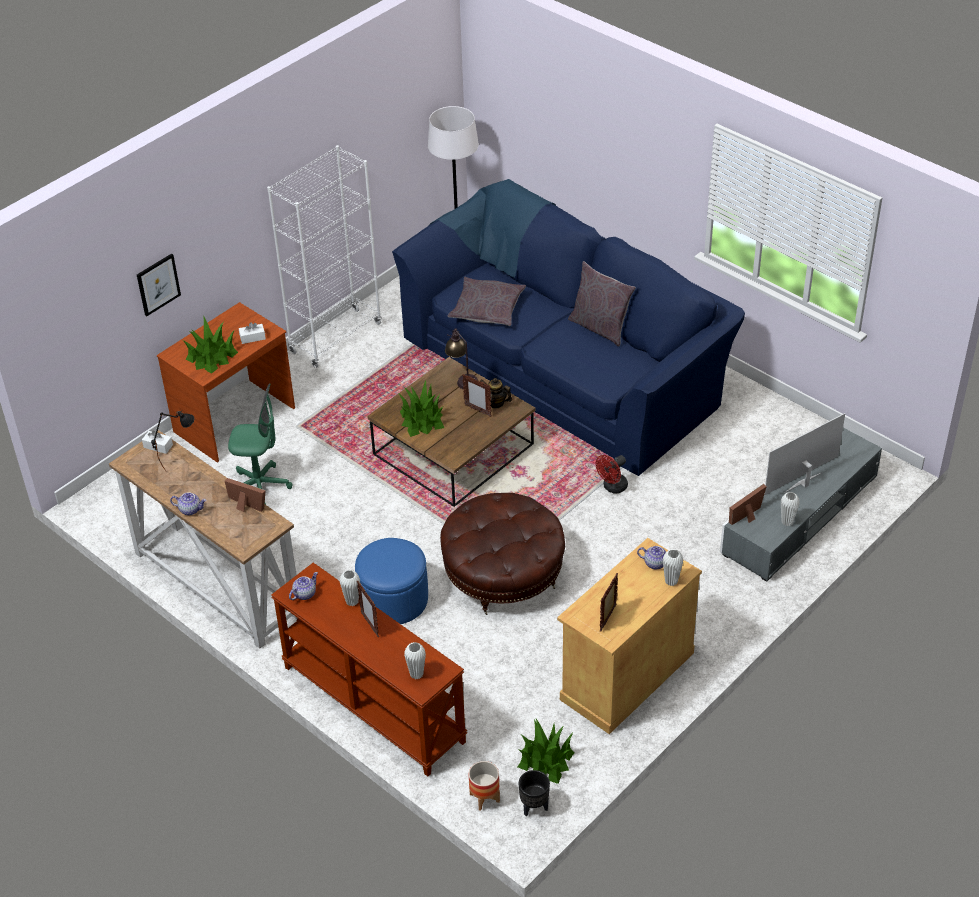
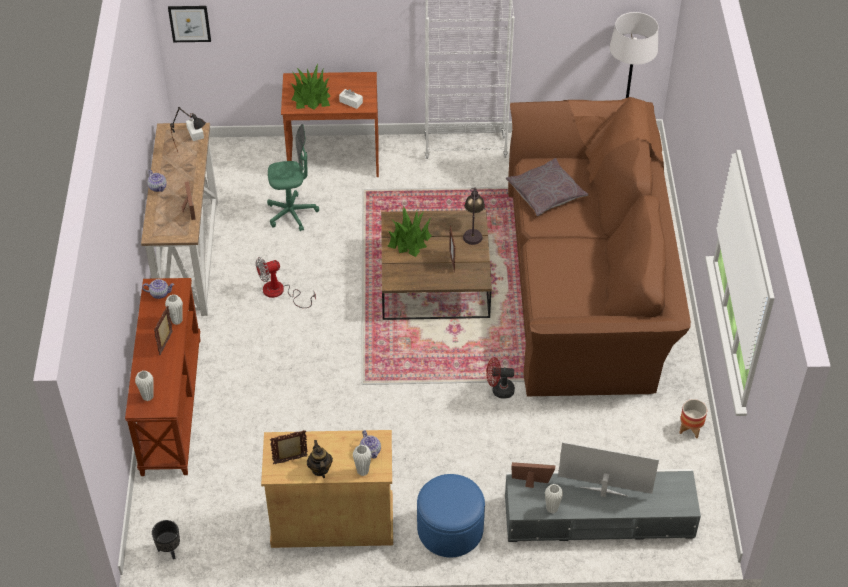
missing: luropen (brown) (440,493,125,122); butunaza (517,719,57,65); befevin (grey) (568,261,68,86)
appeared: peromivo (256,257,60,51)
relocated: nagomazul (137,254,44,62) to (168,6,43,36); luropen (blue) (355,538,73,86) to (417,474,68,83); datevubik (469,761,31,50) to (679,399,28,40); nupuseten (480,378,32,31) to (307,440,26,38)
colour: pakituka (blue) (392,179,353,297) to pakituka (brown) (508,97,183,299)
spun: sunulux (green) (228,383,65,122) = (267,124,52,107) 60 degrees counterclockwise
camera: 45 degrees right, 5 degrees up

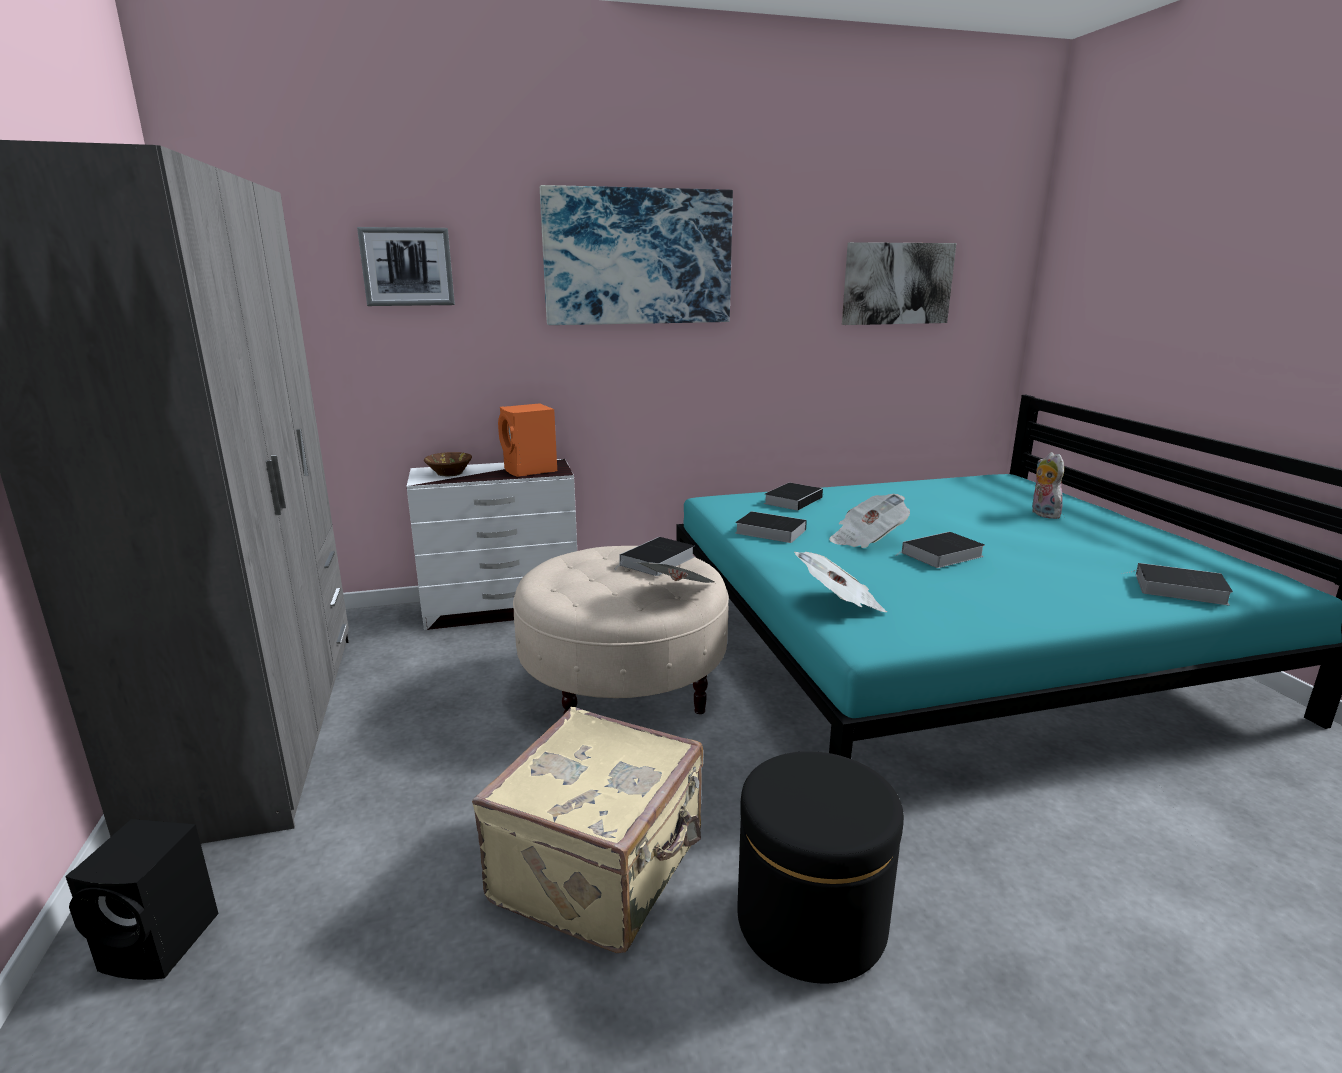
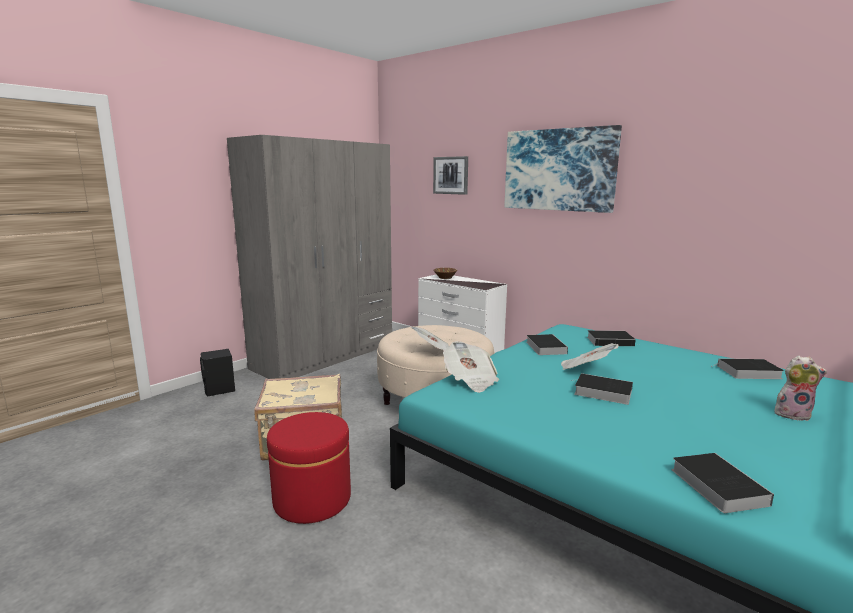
missing: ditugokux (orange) (498,403,59,74); nagomazul (842,242,114,83)
relocated: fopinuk (614,537,81,39) to (711,358,73,21)
colour: luropen (black) (737,751,167,232) to luropen (red) (267,412,84,112)
spun: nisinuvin (1031,452,33,67) = (774,355,53,66) 60 degrees clockwise
camera: 55 degrees right, 5 degrees down

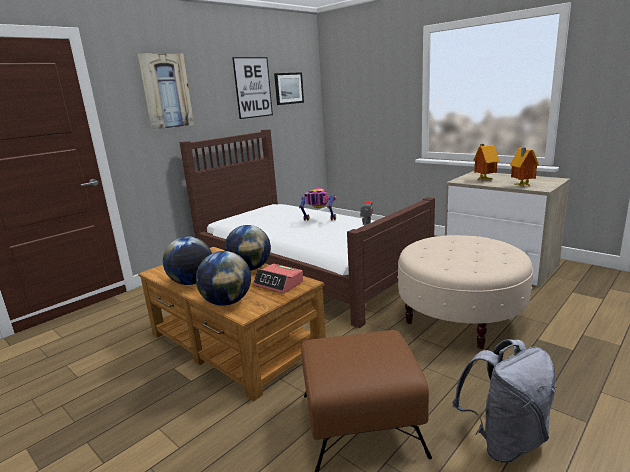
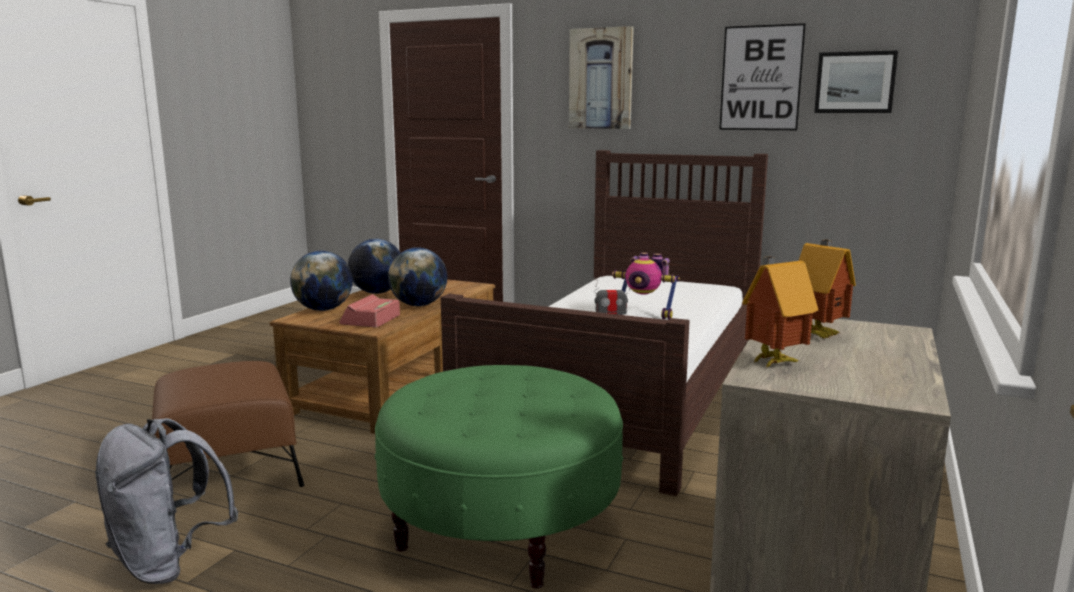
colour: luropen (beige) (397,235,136,114) to luropen (green) (375,365,248,224)
spun: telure (299,188,37,33) = (612,252,68,68) 120 degrees clockwise
camera: 70 degrees right, 5 degrees down

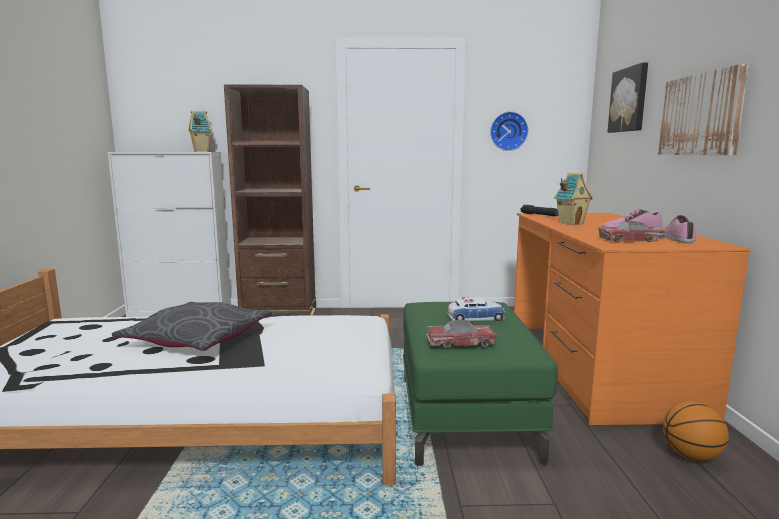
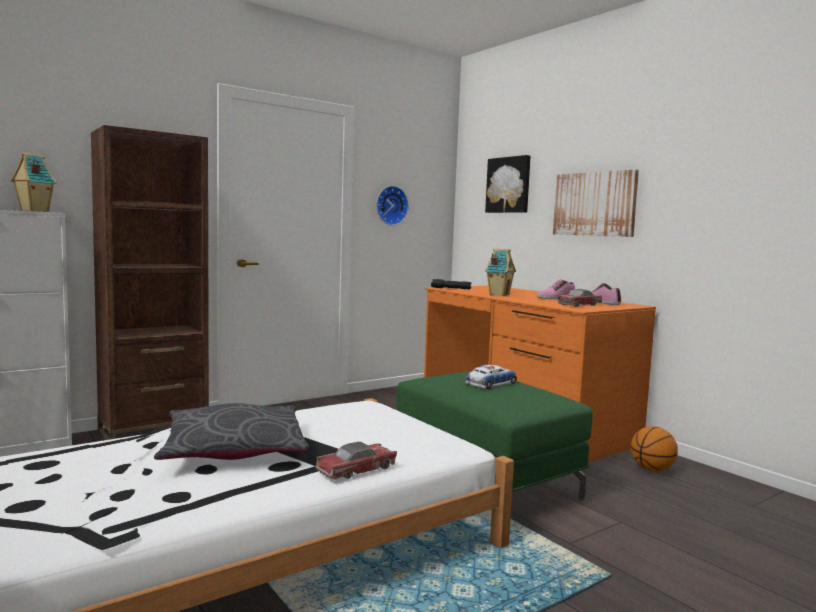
relocated: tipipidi (426,320,72,28) to (315,441,82,39)
camera: 35 degrees left, 5 degrees down

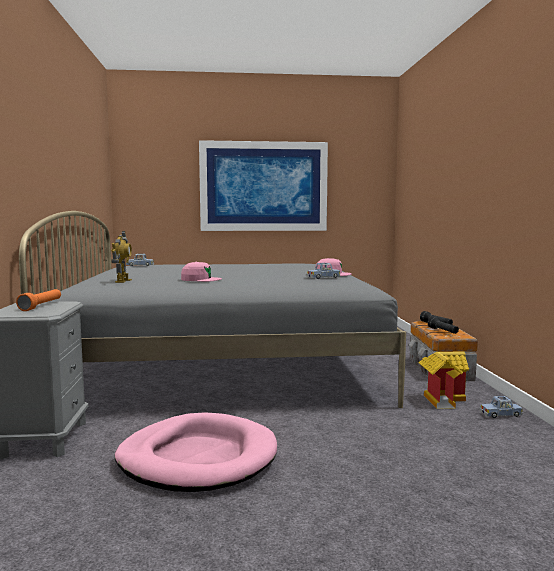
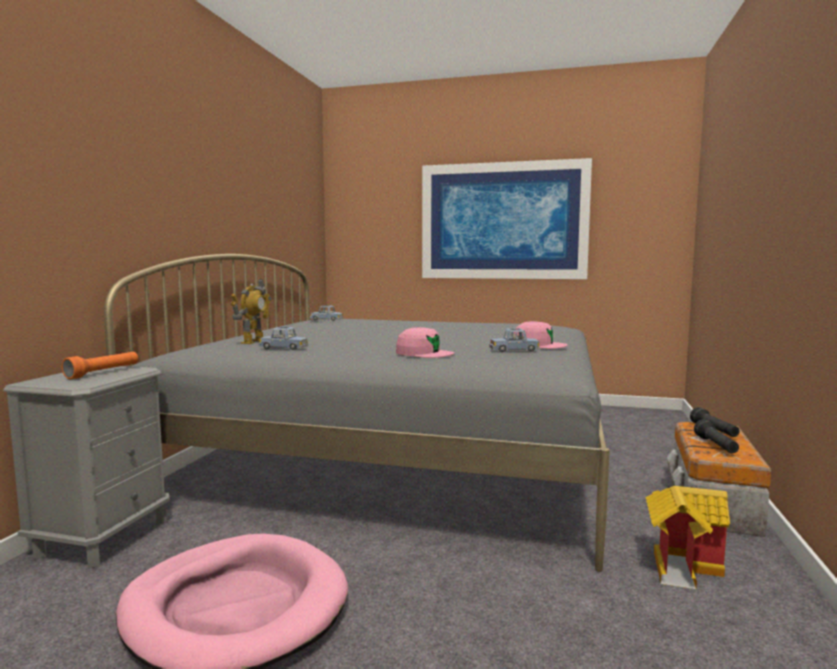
relocated: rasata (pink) (181,262,41,20) to (396,327,58,31); tipipidi (blue) (479,396,44,22) to (258,327,50,23)
camera: 20 degrees right, 0 degrees up

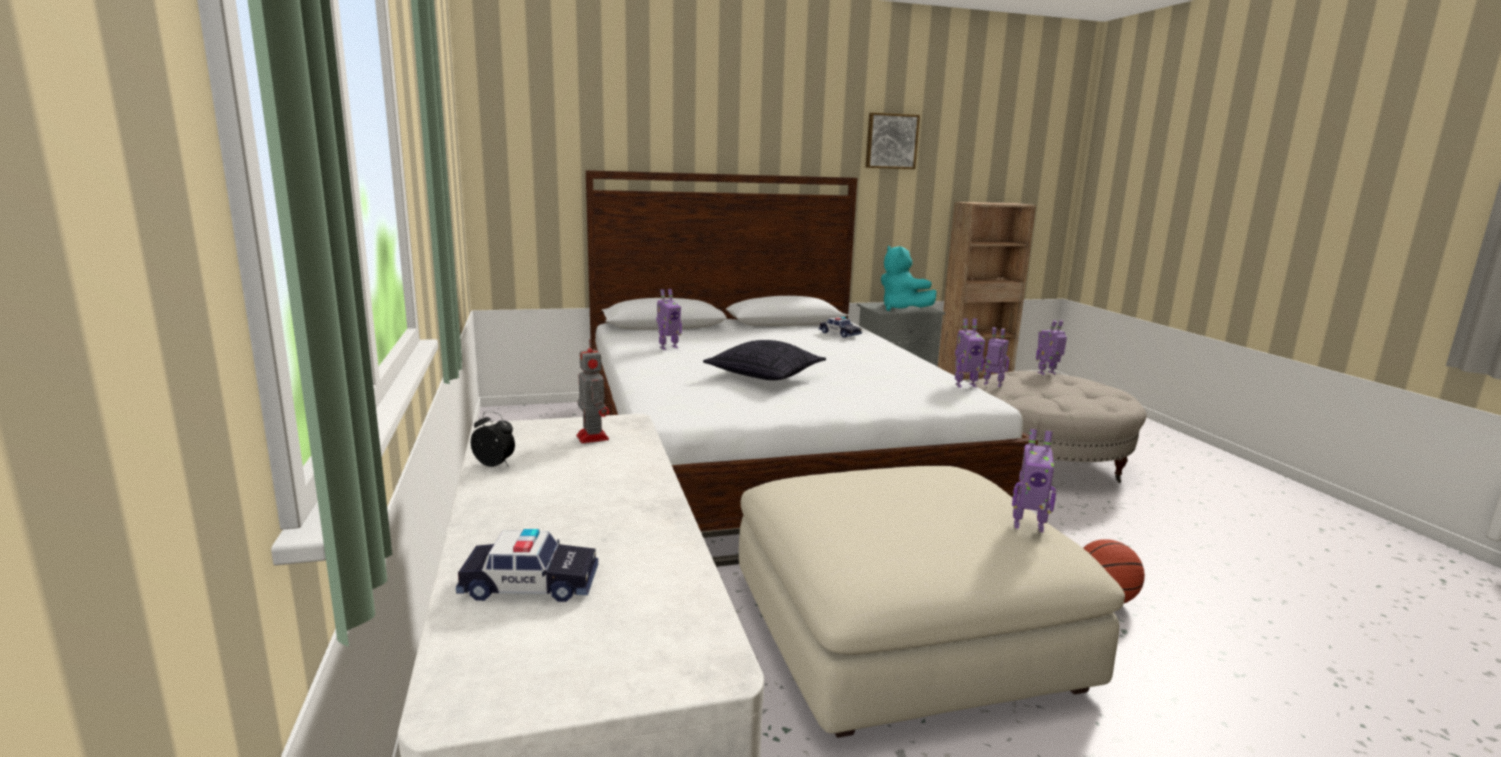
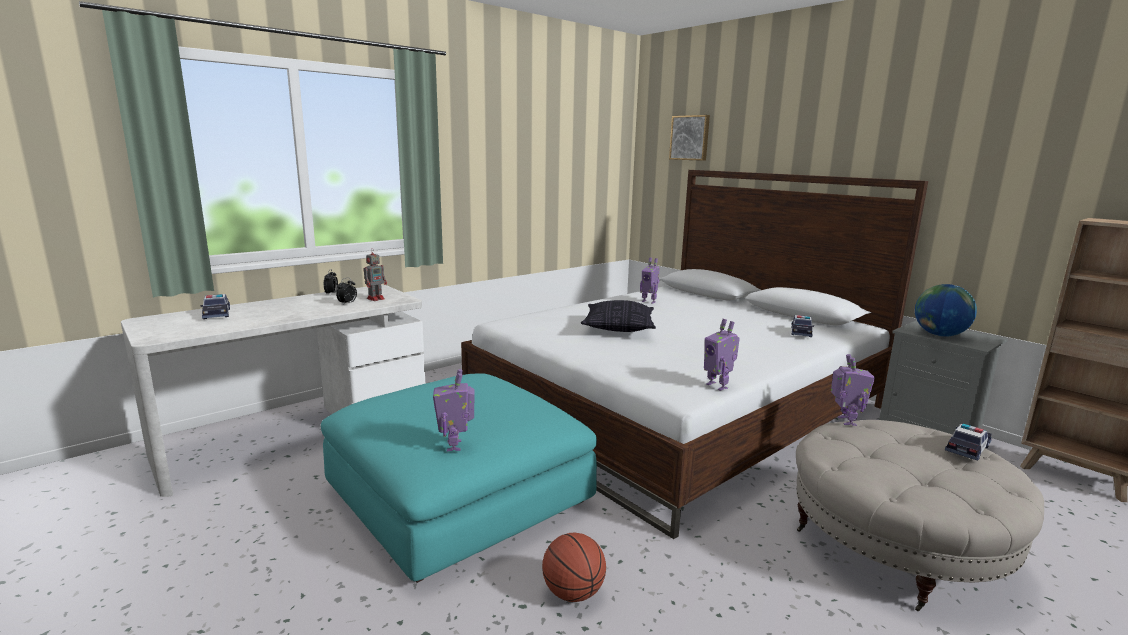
appeared: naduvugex (336,278,21,26)
relocated: nagomazul (866,113,54,56) to (669,115,41,46)
exchanged: nisinuvin (turquoise) (881,246,56,65) to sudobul (915,284,62,53); telure (1036,320,31,55) to tipipidi (945,424,47,37)
colour: luropen (beige) (739,466,386,272) to luropen (turquoise) (321,373,276,210)
camera: 65 degrees right, 0 degrees up

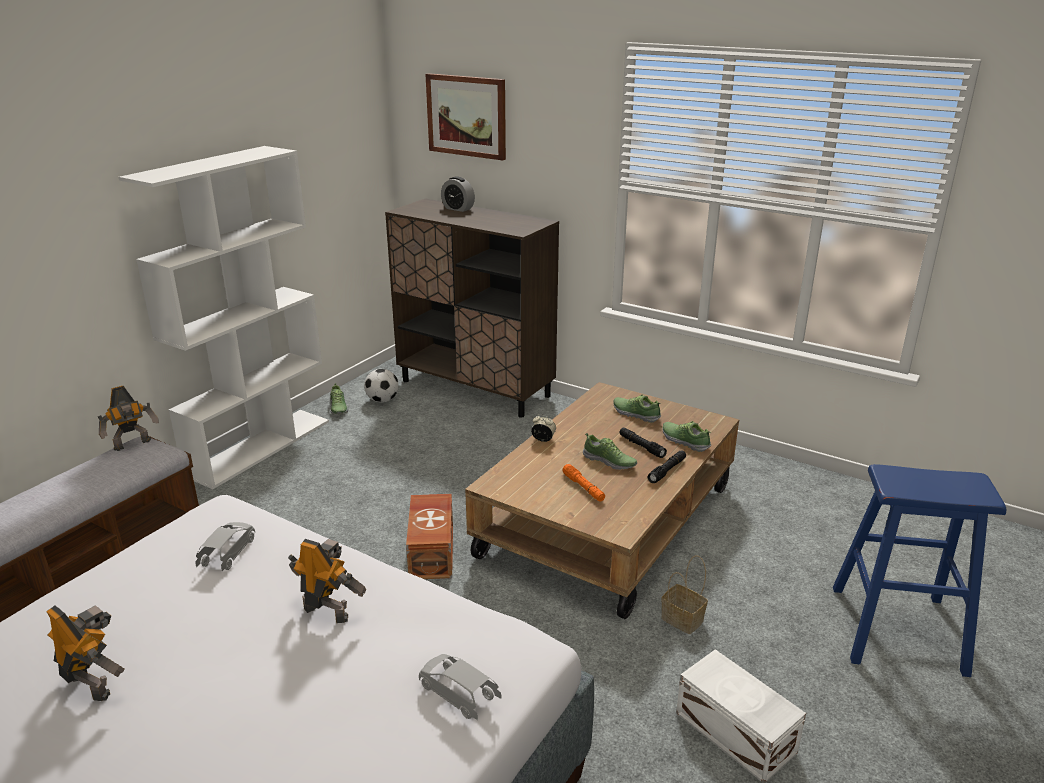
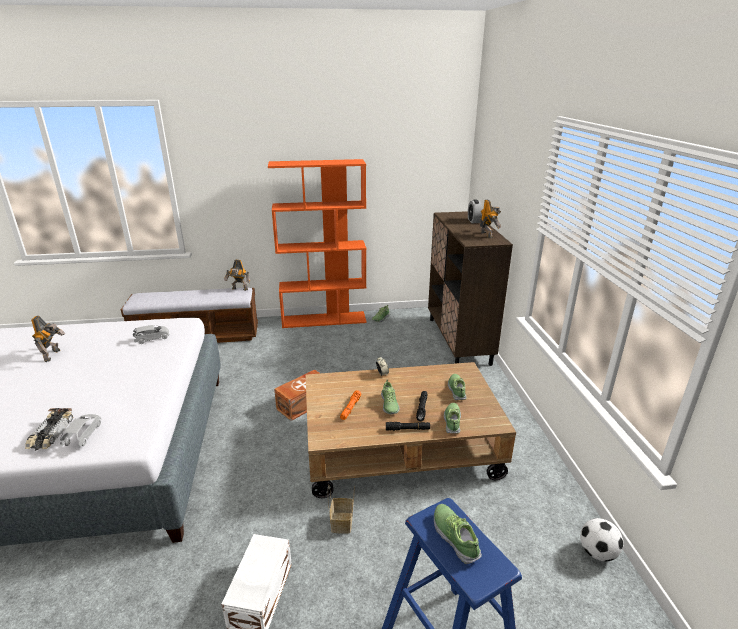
missing: nagomazul (425,73,81,87)
appeared: tipipidi (25,408,48,43); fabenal (434,504,48,60)
relocated: telure (288,539,78,84) to (480,199,21,39); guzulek (364,369,35,34) to (580,518,44,44)
colour: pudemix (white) (119,146,210,343) to pudemix (orange) (268,159,99,169)
camera: 50 degrees right, 0 degrees up

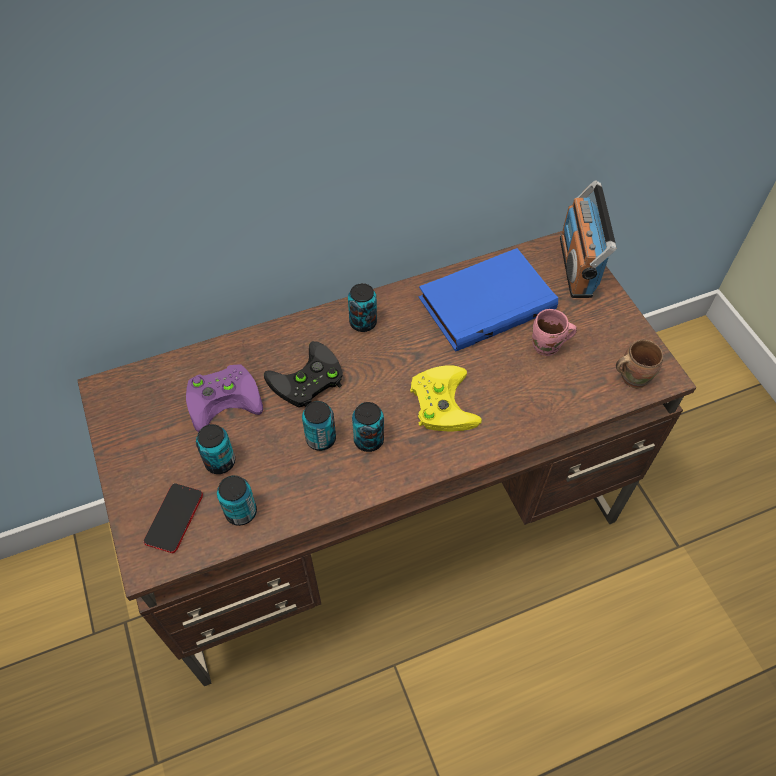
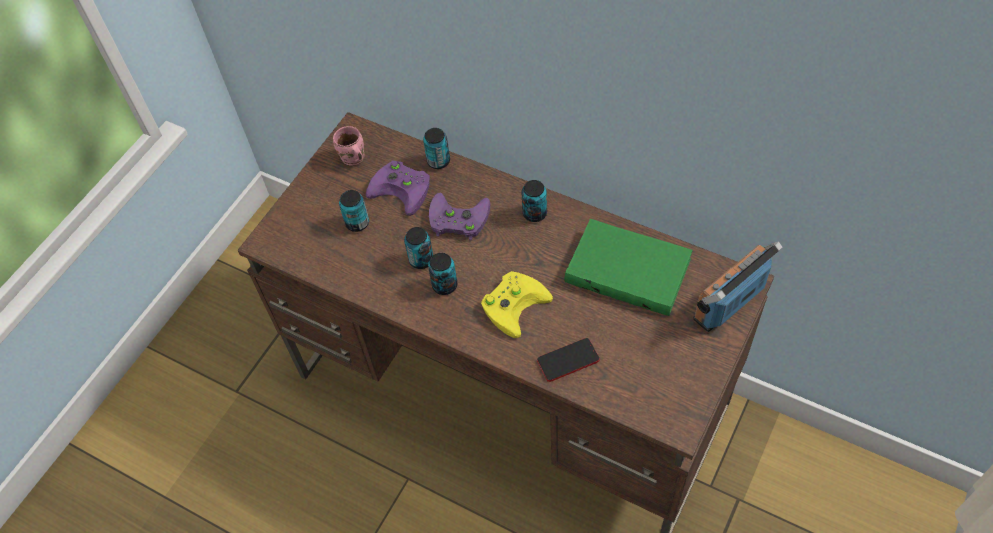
missing: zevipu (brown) (616,339,47,49)
relocated: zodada (144,483,59,70) to (537,338,63,44); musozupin (217,475,40,51) to (423,128,27,41); zevipu (pink) (532,309,45,47) to (333,126,31,39)
colour: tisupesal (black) (264,341,79,67) to tisupesal (purple) (429,193,61,47); fopinuk (blue) (419,248,139,104) to fopinuk (green) (564,219,129,97)
camera: 55 degrees right, 0 degrees up

